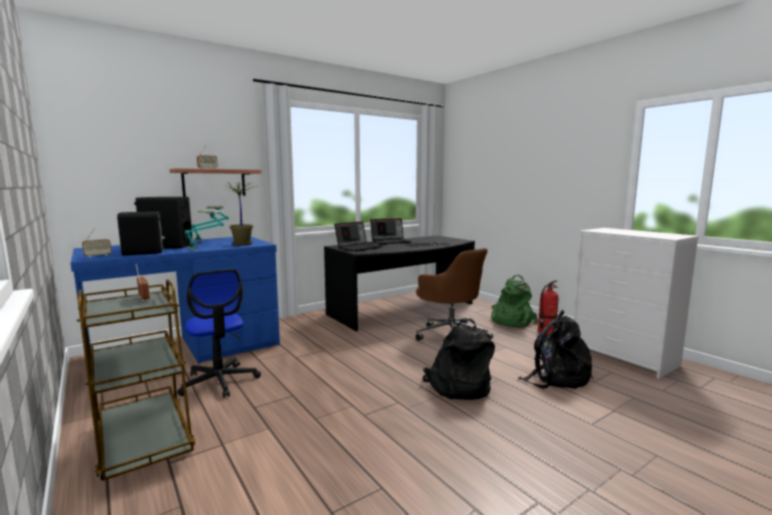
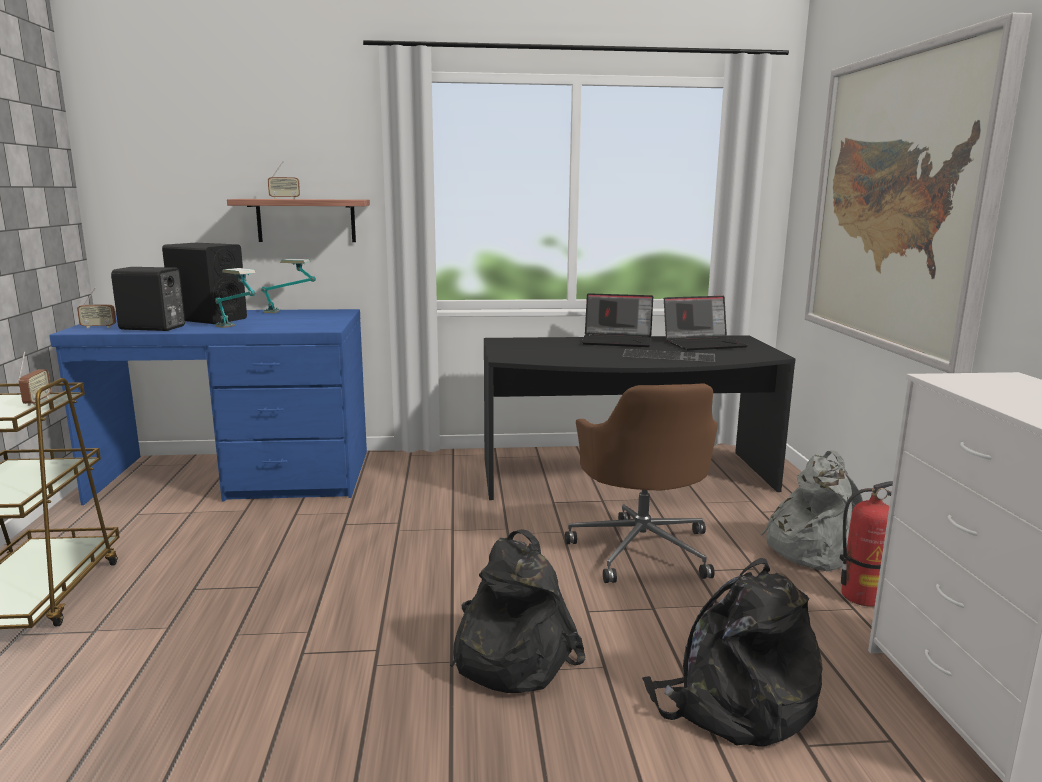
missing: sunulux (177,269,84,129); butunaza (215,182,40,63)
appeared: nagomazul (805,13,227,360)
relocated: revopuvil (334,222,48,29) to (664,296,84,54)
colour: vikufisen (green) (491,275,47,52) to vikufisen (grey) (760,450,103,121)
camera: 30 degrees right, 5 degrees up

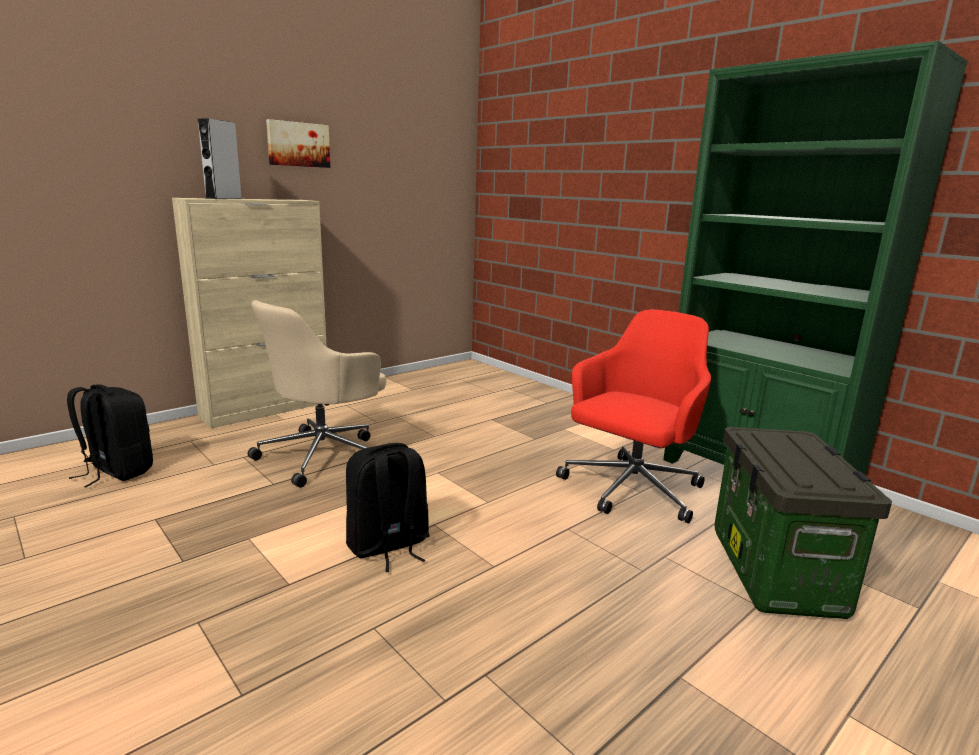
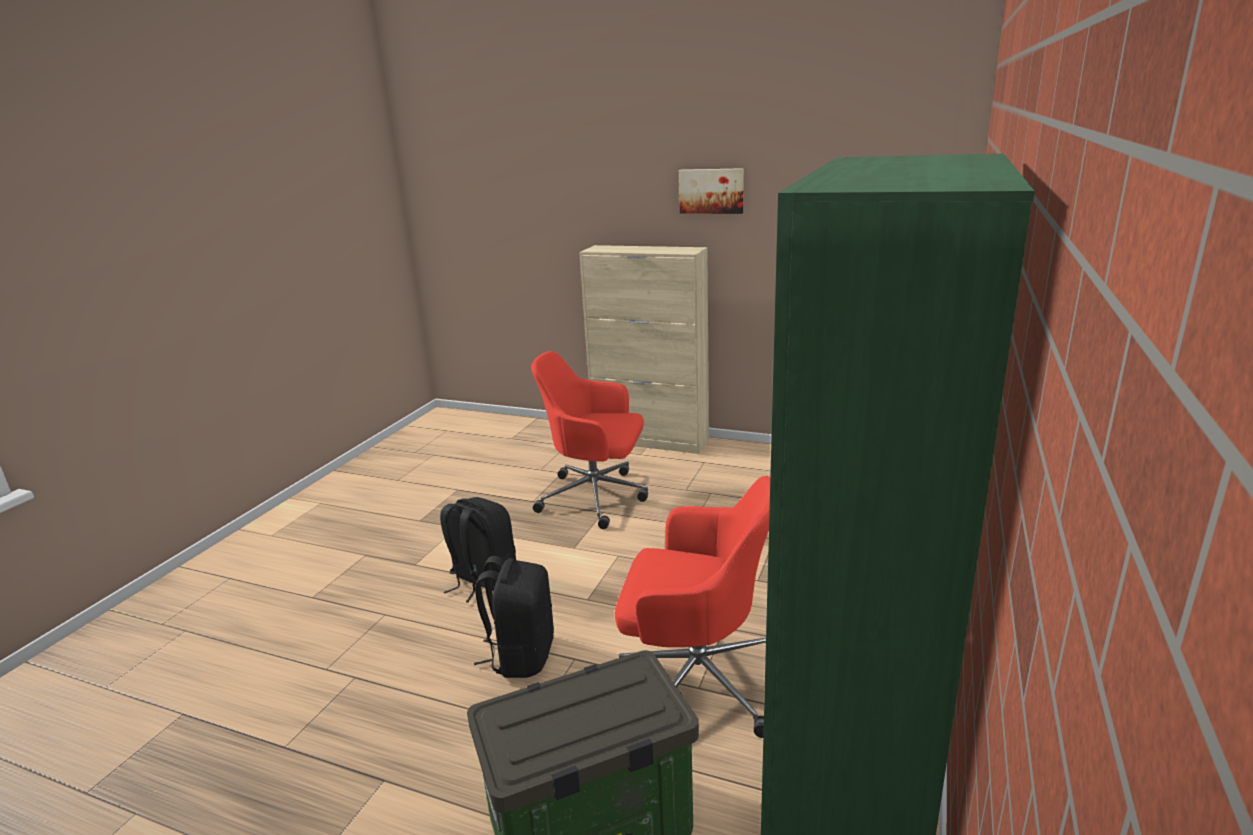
missing: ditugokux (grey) (198,119,44,80)
relocated: vikufisen (black) (67,384,86,103) to (474,556,80,122)
colour: sunulux (beige) (247,300,139,188) to sunulux (red) (531,351,117,178)
camera: 65 degrees right, 5 degrees up

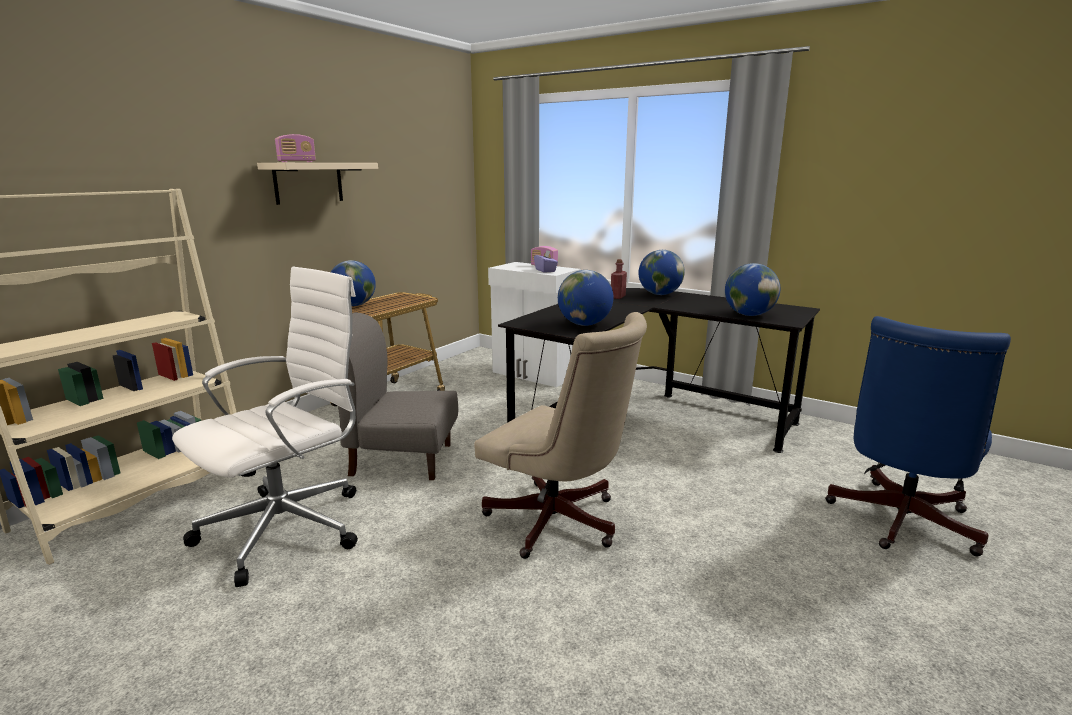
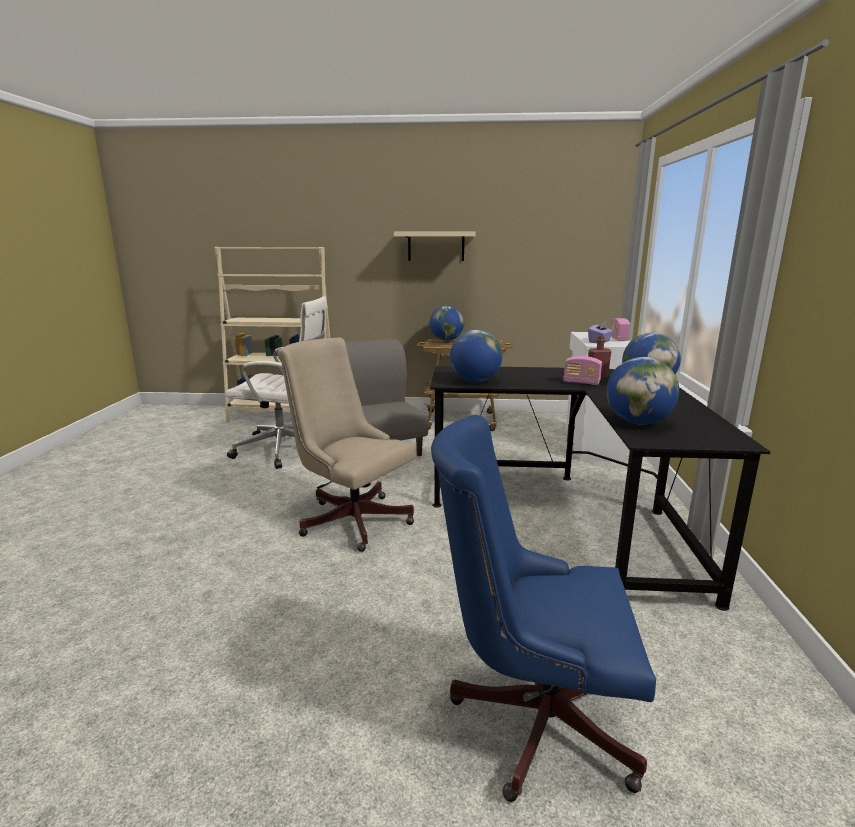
relocated: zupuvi (275,134,41,28) to (563,356,39,29)
spun: sunulux (beige) (474,312,173,247) = (277,338,139,214) 120 degrees clockwise
camera: 60 degrees right, 0 degrees up

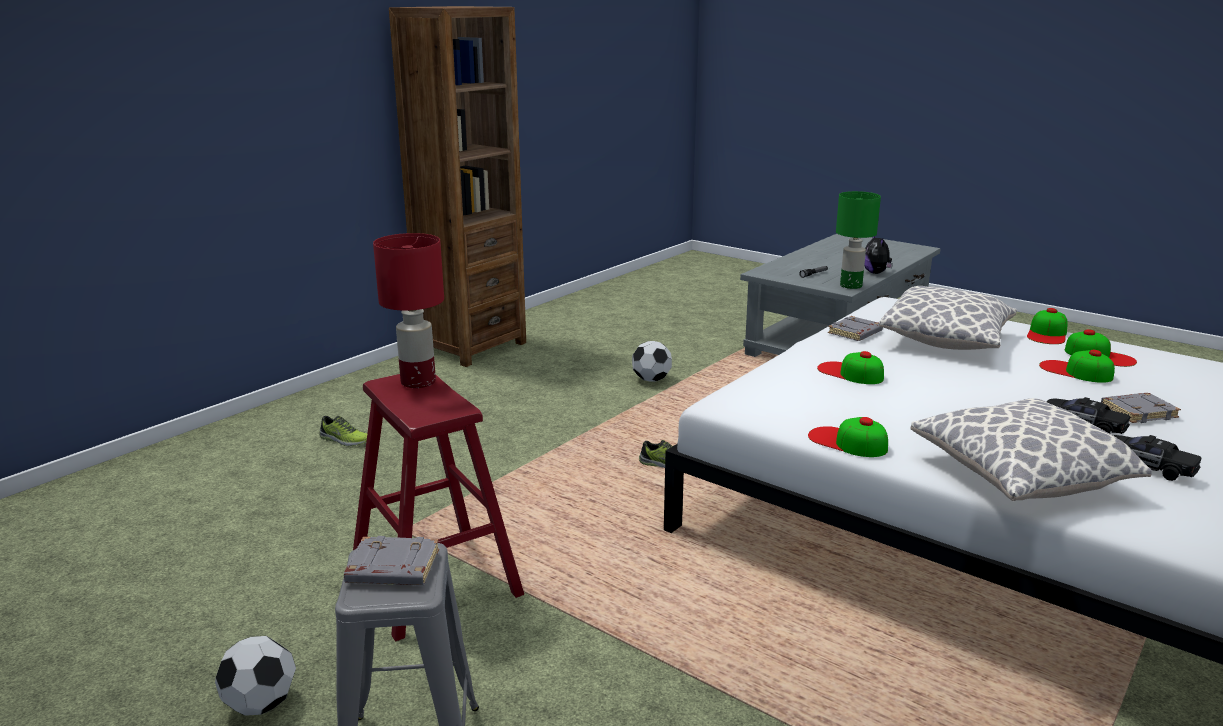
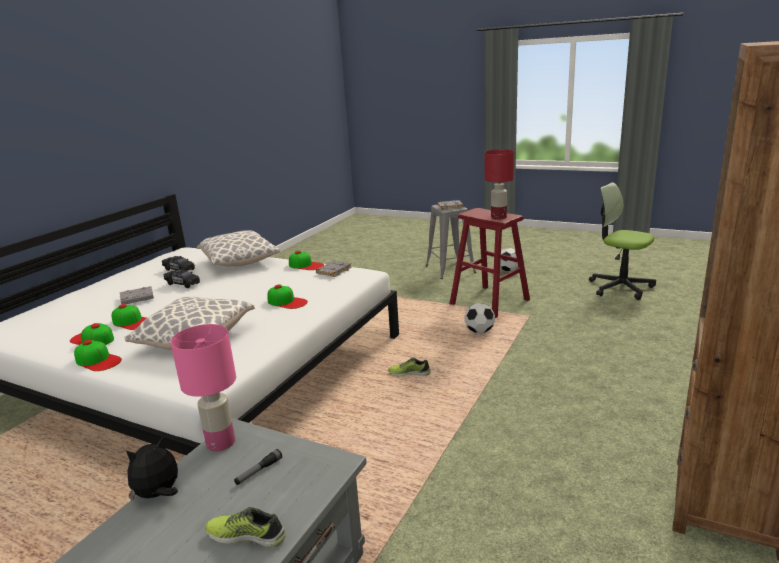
appeared: sunulux (589,183,67,117)
relocated: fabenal (319,416,48,30) to (206,507,80,40); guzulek (632,341,40,41) to (465,303,30,30); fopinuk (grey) (828,316,55,25) to (316,261,36,16)
colour: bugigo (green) (836,191,45,98) to bugigo (pink) (170,324,66,127)
spun: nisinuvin (864,236,29,38) = (126,436,52,65) 105 degrees counterclockwise; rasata (1027,308,41,36) = (74,340,48,31) 105 degrees clockwise
camera: 170 degrees right, 0 degrees up

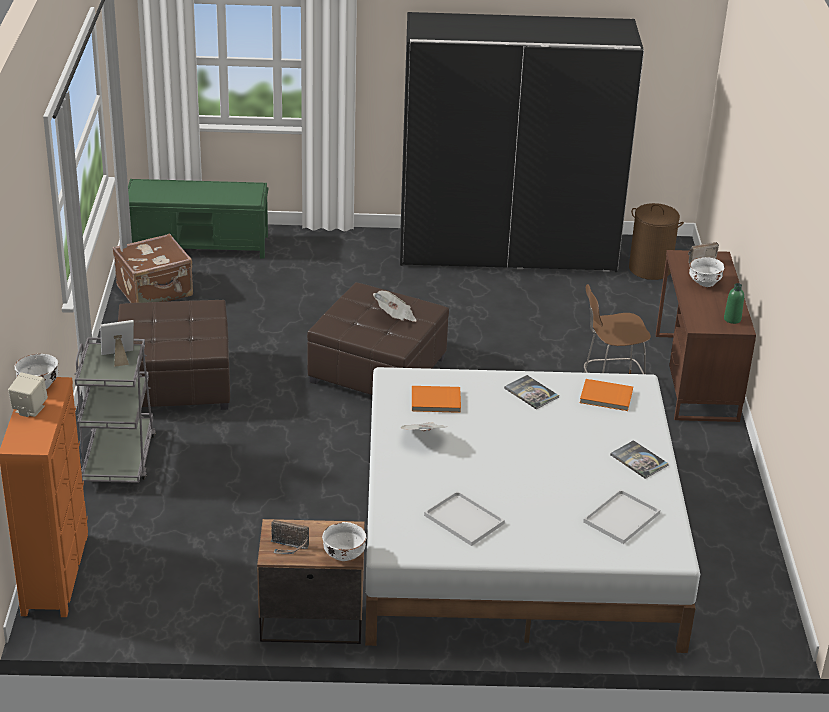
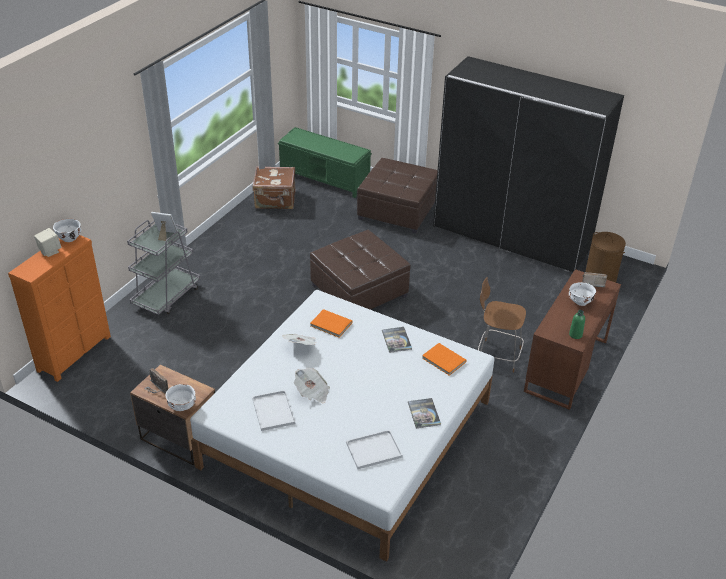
relocated: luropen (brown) (118,300,112,110) to (357,158,81,76); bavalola (373,291,43,31) to (294,368,36,35)
camera: 30 degrees right, 5 degrees up

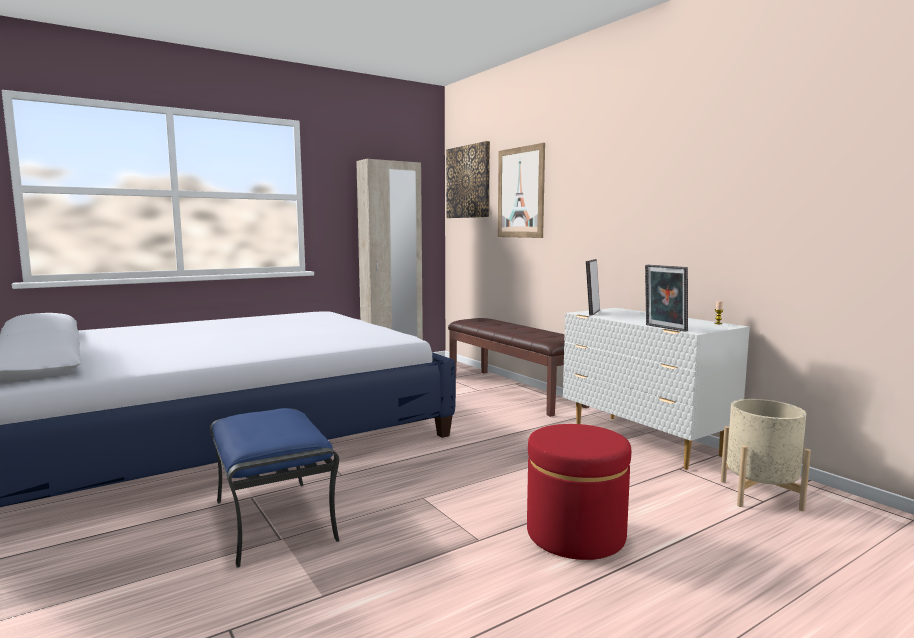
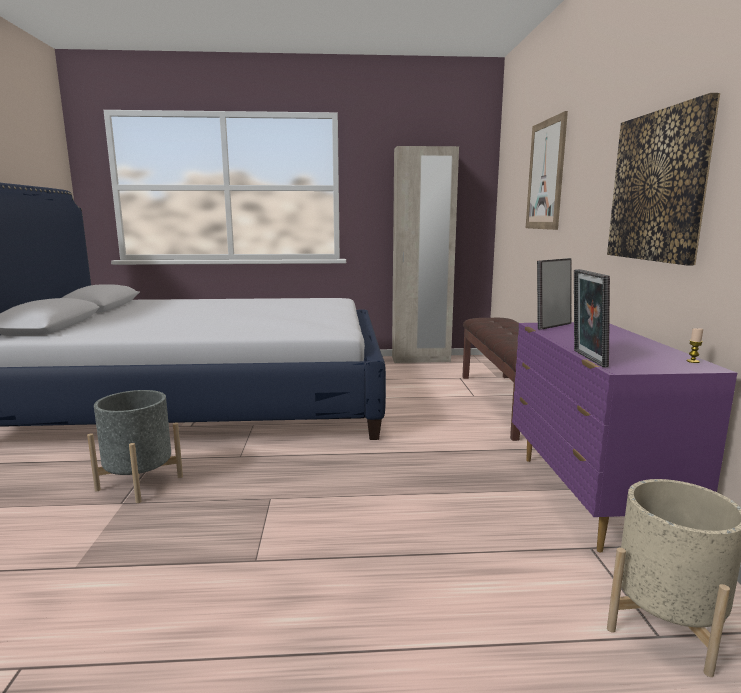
missing: luropen (red) (527,424,104,136)
relocated: nagomazul (446,141,44,77) to (607,93,113,172)
exchanged: luropen (blue) (210,408,129,160) to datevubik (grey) (87,390,96,113)
colour: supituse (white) (563,308,187,162) to supituse (purple) (512,322,225,230)
camera: 30 degrees right, 5 degrees up

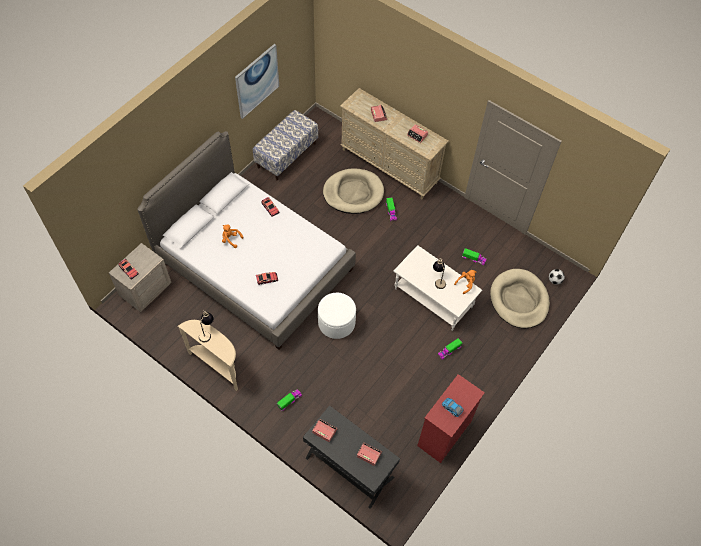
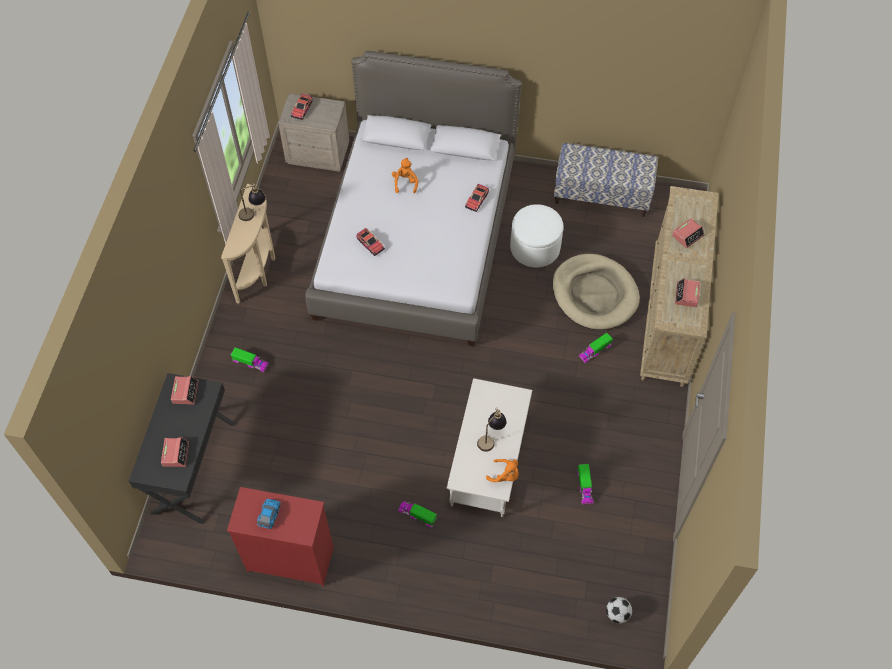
missing: nagomazul (235,44,44,75); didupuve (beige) (490,269,60,60)
relocated: luropen (white) (318,293,38,46) to (510,204,54,63)
camera: 65 degrees right, 0 degrees up

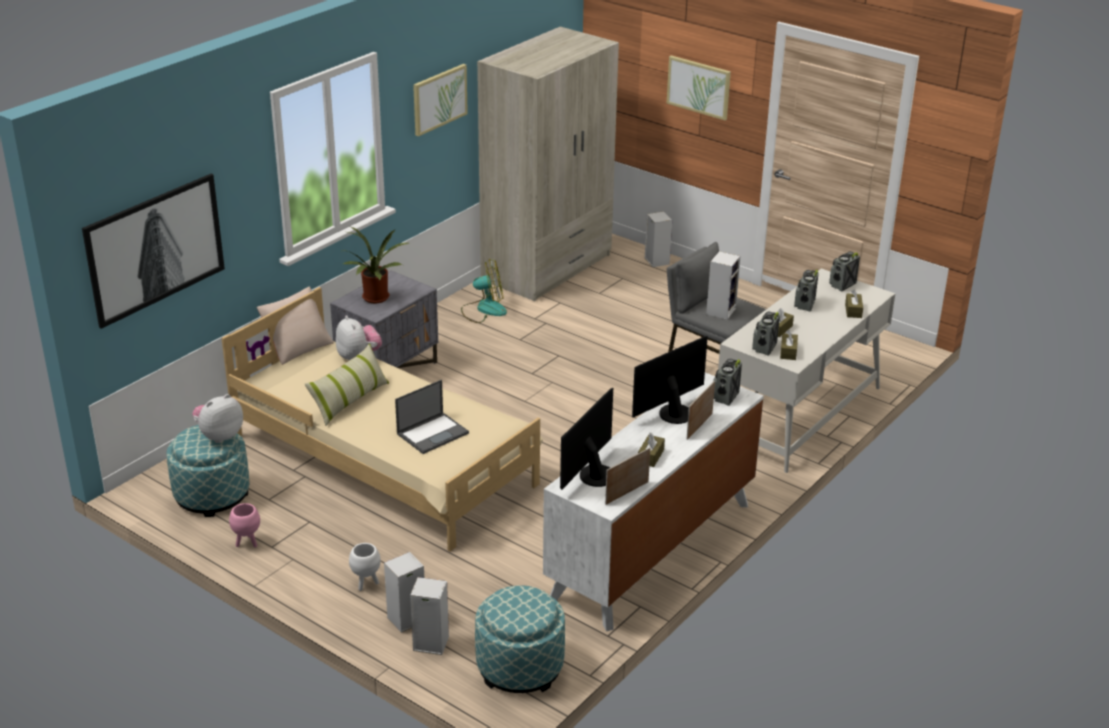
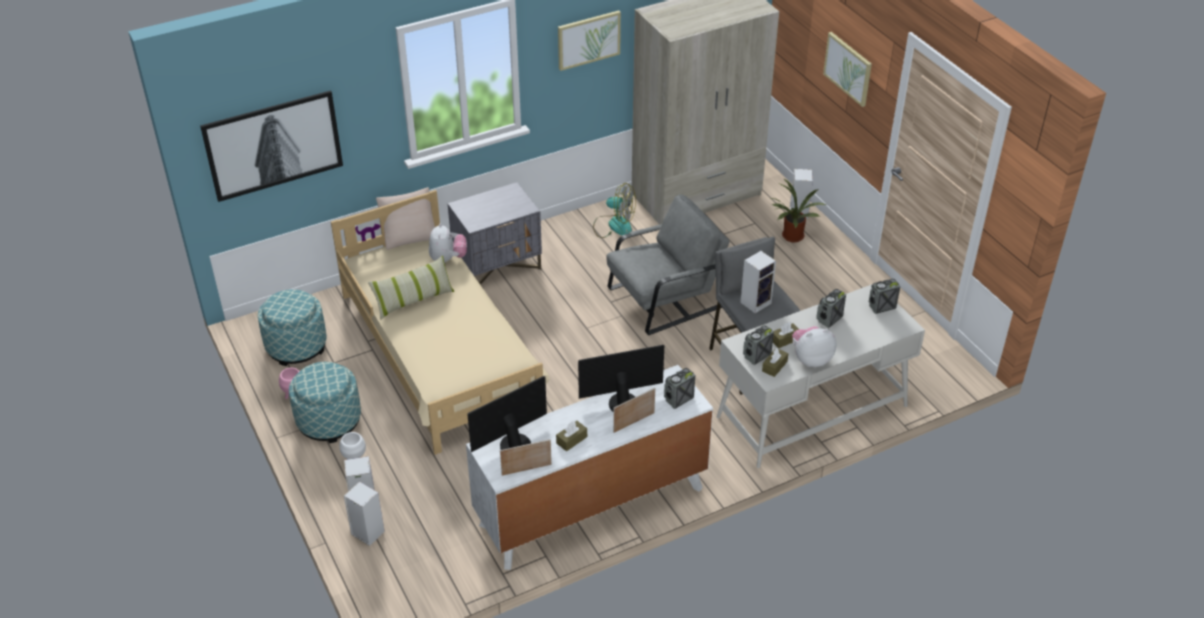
missing: revopuvil (395,380,74,74); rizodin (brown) (845,290,18,28)
appeared: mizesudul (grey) (607,195,123,140)
relocated: nisinuvin (192,394,51,49) to (792,326,44,41); butunaza (343,227,66,76) to (770,178,56,64); luropen (475,585,90,108) to (289,362,72,81)
camera: 25 degrees right, 10 degrees up

